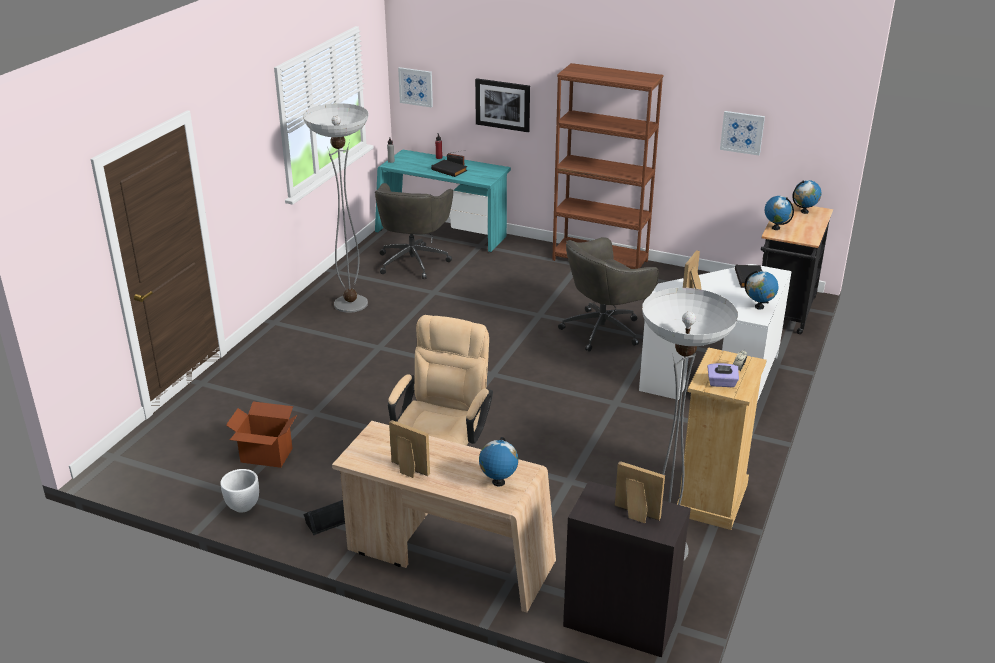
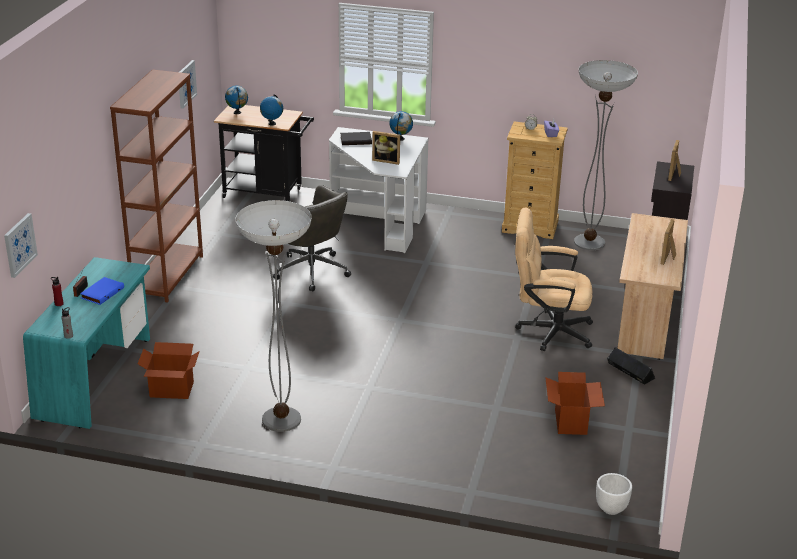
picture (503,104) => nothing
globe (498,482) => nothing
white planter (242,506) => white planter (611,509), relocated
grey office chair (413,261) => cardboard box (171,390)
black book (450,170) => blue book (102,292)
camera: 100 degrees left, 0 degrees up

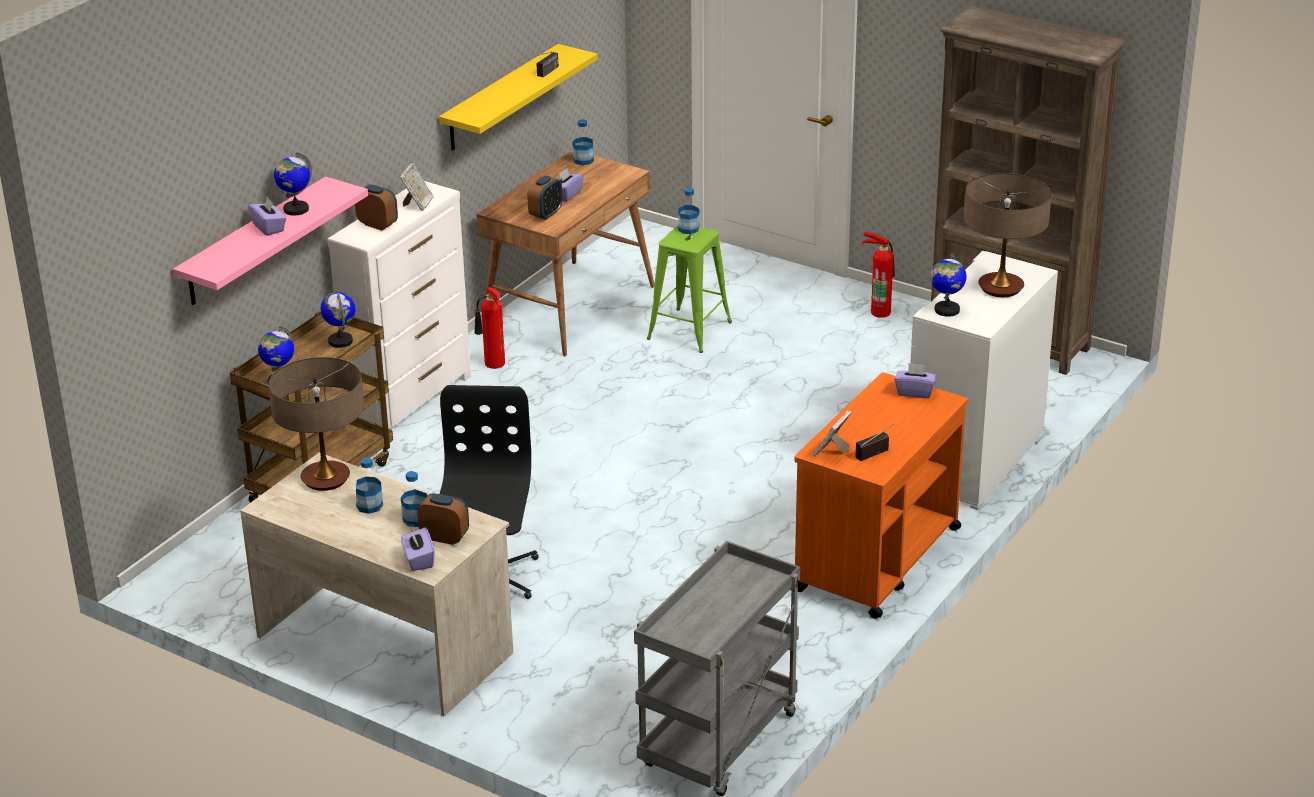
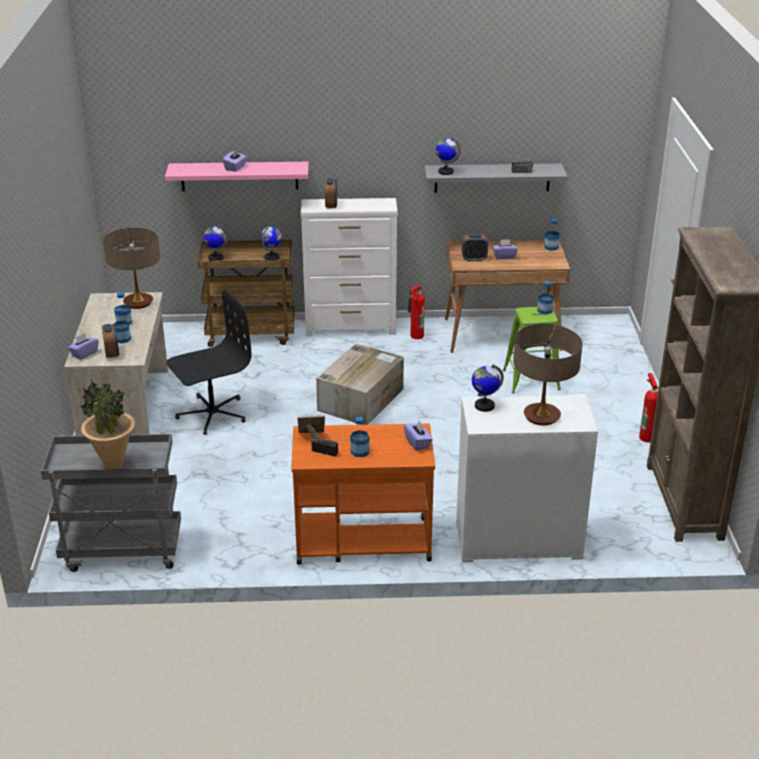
picture frame (418,204) => nothing
nothing => potted plant (113,466)
nothing => cardboard box (361,399)
nothing => bottle (360,451)
globe (295,209) => globe (445,172), relocated
yellow shelf (501,98) => grey shelf (492,178)
camera: 55 degrees right, 0 degrees up

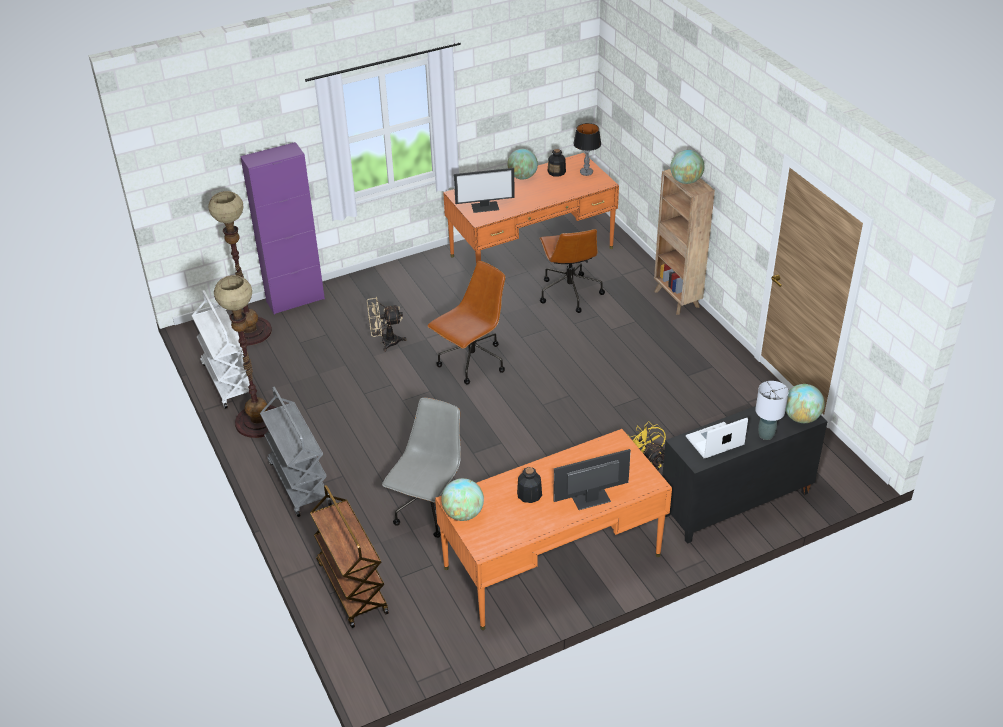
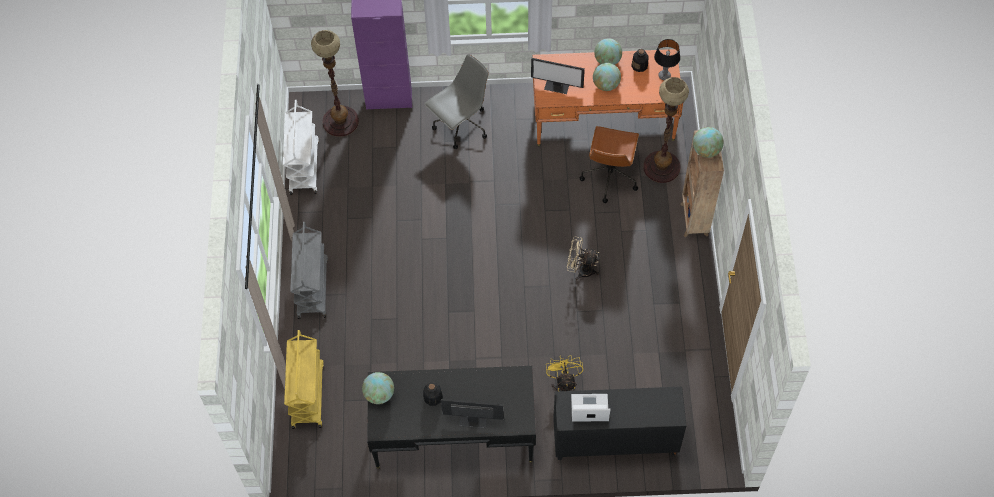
brown office chair (471,362) => nothing
grey table lamp (766,435) => nothing
floor lamp (258,421) => floor lamp (661,167), relocated
beige fan (385,342) => beige fan (580,270), relocated
grey office chair (430,510) => grey office chair (460,126), relocated
globe (801,418) => globe (606,85), relocated
brown cart (351,587) => yellow cart (307,395)
orange desk (552,562) => black desk (453,433)
camera: 25 degrees right, 20 degrees up

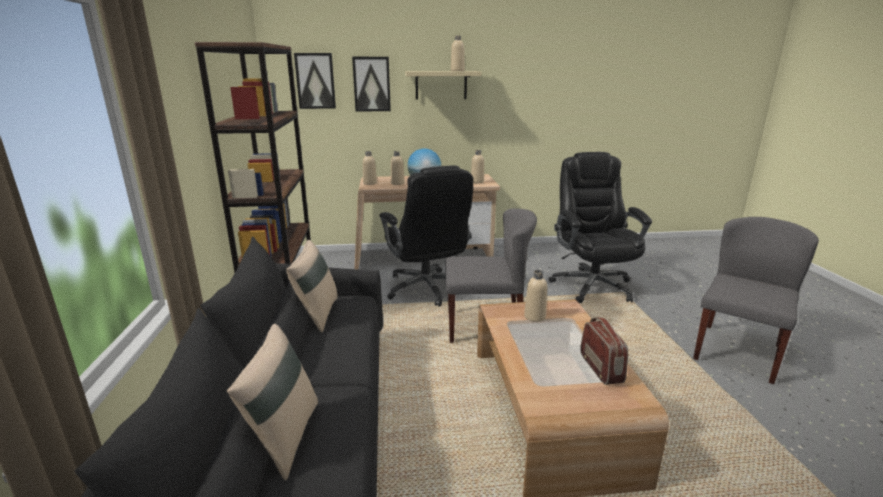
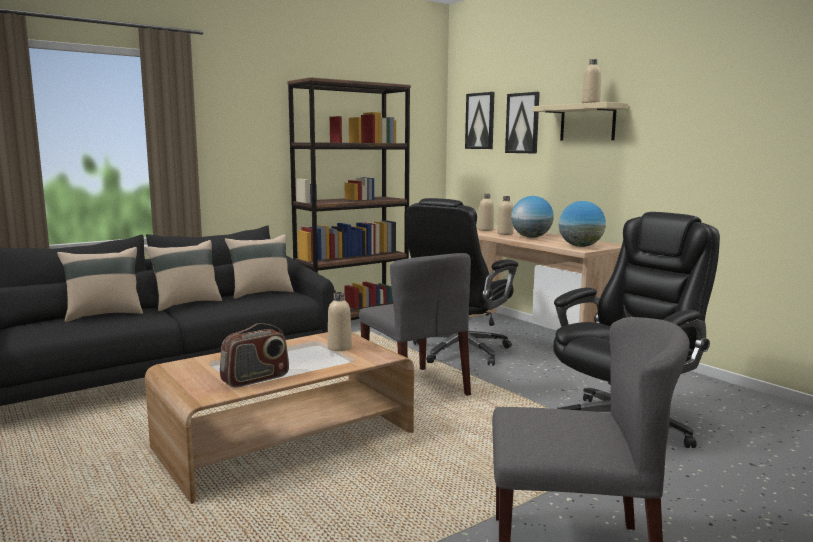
nothing => beige pillow (186,303)
beige bottle (477,182) => globe (580,246)
camera: 60 degrees right, 10 degrees down

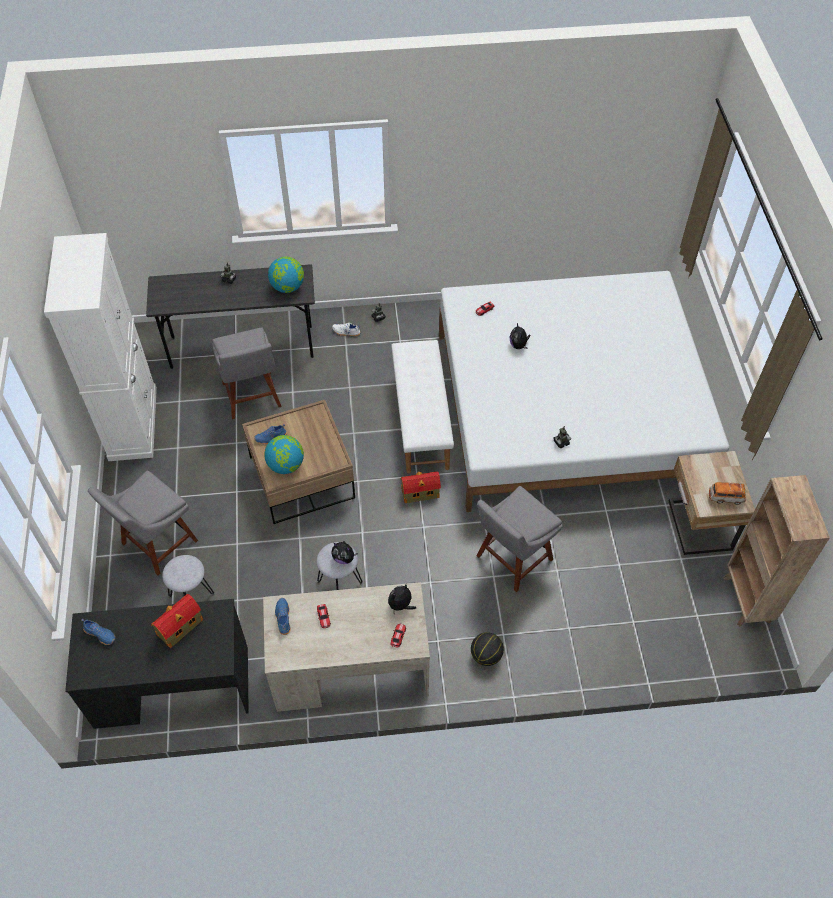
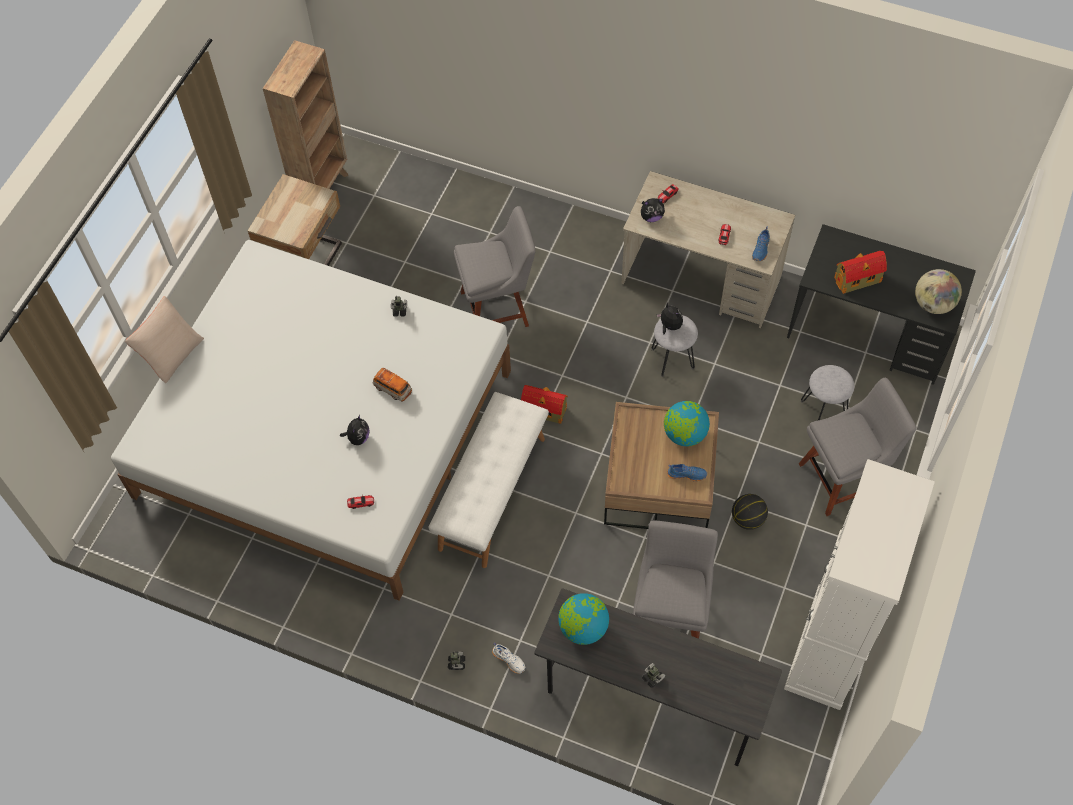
nothing => beige pillow (171,353)
basketball (486,655) => basketball (748,519), relocated
toy car (726,497) => toy car (393,389), relocated
blue shoe (100,634) => globe (933,304)
camera: 150 degrees left, 5 degrees up

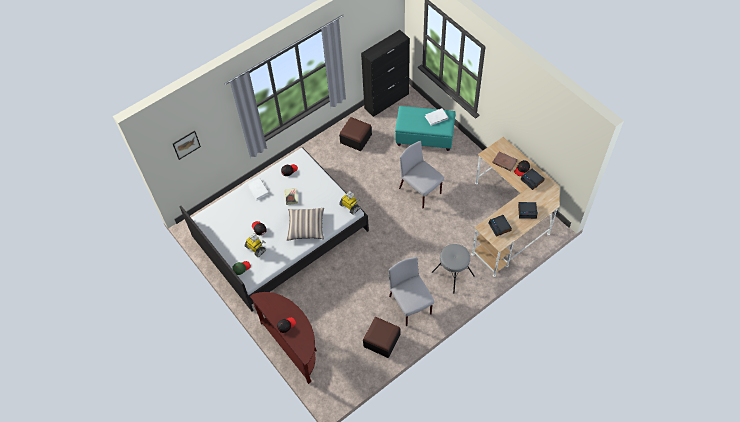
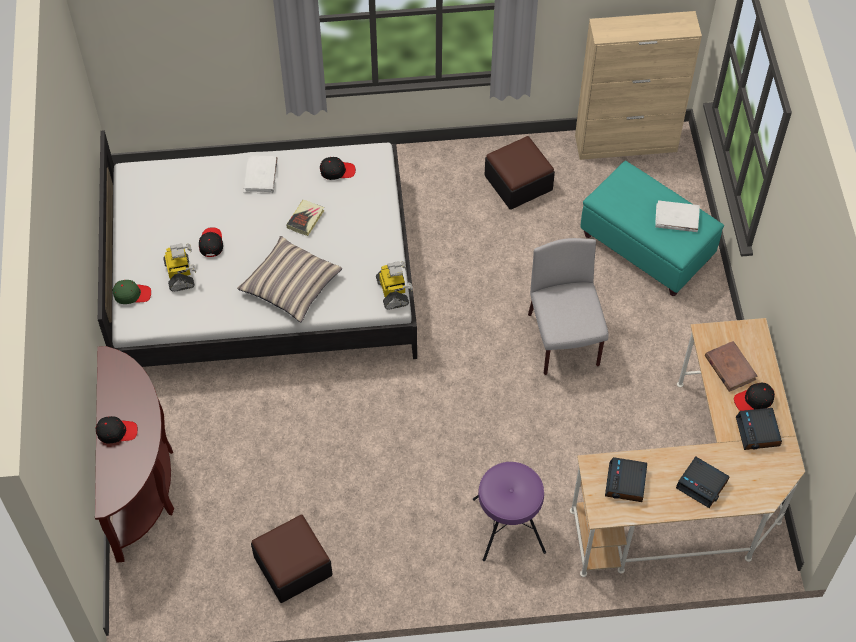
picture (186,144) => nothing
grey chair (410,306) => nothing
black cabinet (387,101) => beige cabinet (626,143)
grey stool (453,274) => purple stool (508,525)
camera: 30 degrees right, 0 degrees up

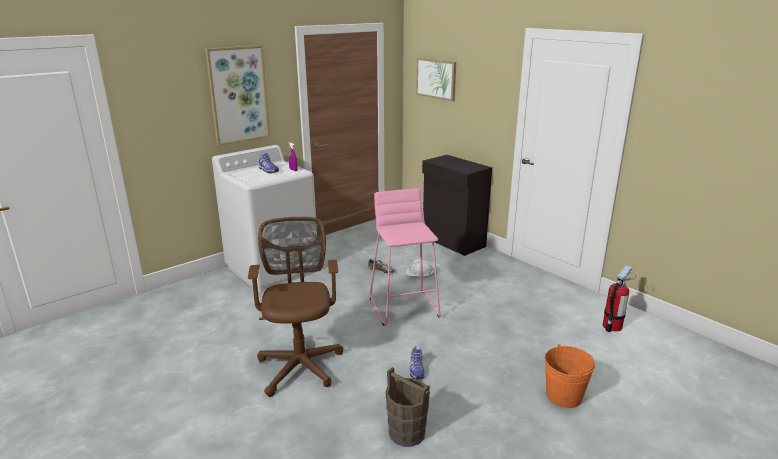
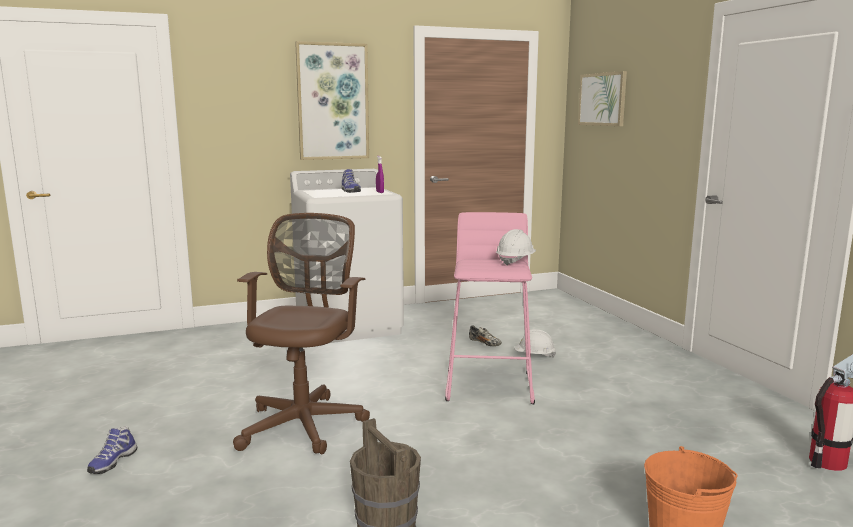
black cabinet (453,242) => nothing
nothing => white hard hat (515,261)
shoe (416,370) => shoe (112,462), relocated
camera: 20 degrees right, 10 degrees down

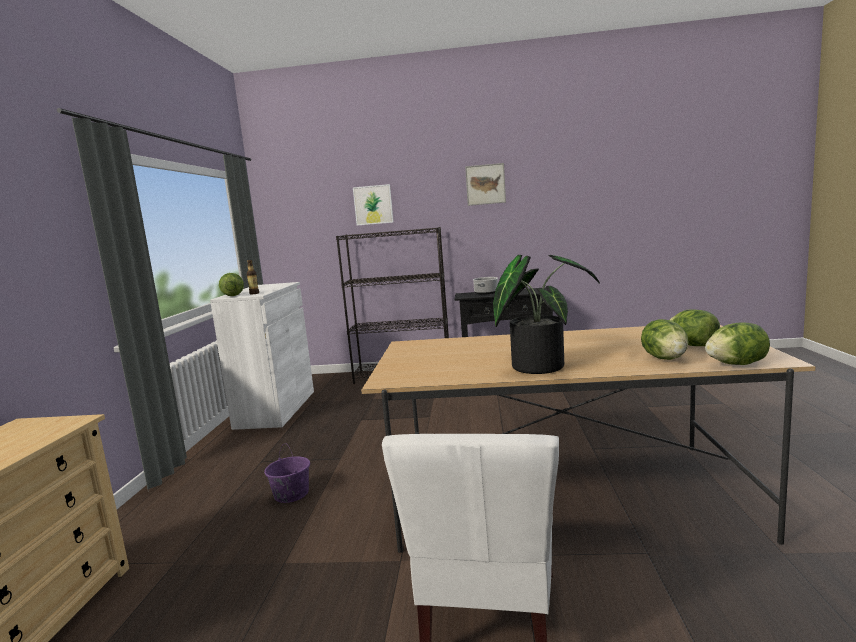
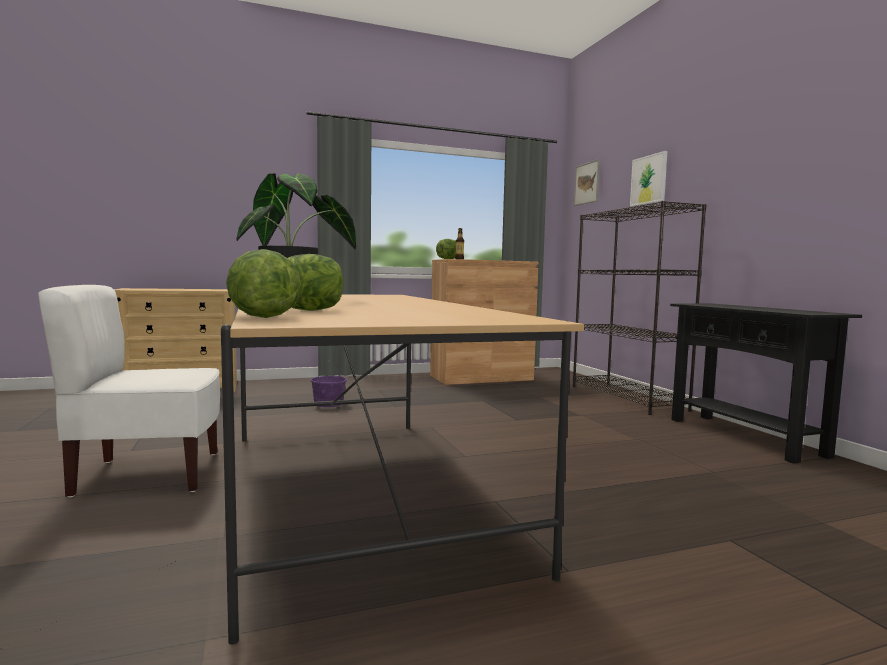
cooking pot (486,293) => nothing
lettuce (692,345) => nothing
picture (485,184) => picture (587,183), relocated
white cabinet (276,409) => brown cabinet (481,378)
camera: 65 degrees right, 5 degrees down

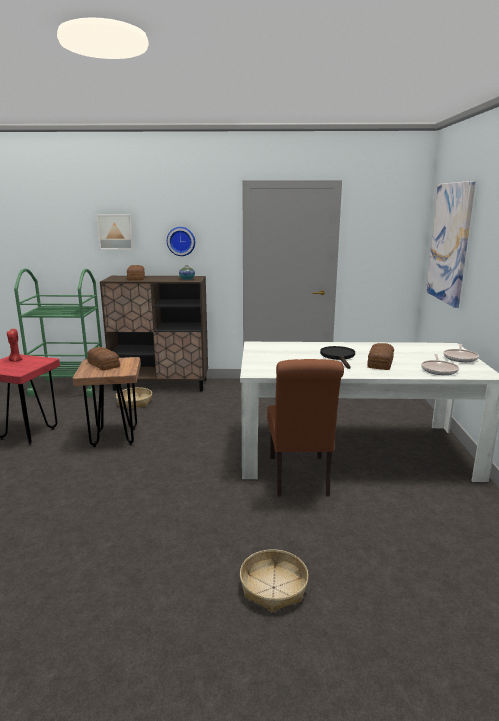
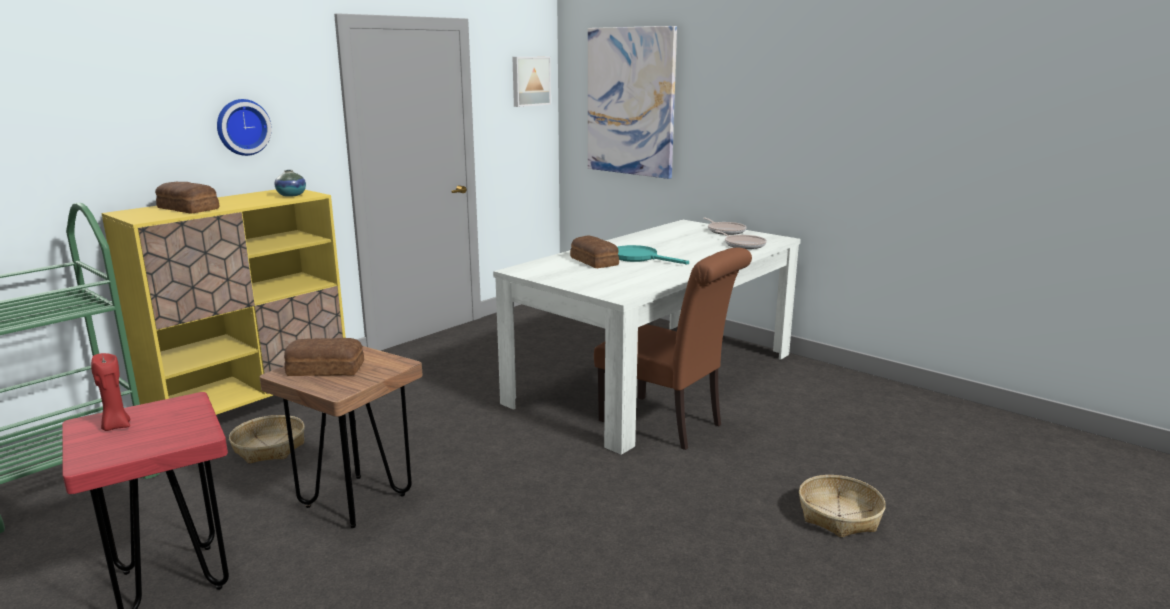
picture (115,231) => picture (530,81), relocated
bread (381,363) => bread (594,261), relocated
brown cabinet (161,385) => yellow cabinet (253,408)
black frying pan (338,357) => turquoise frying pan (640,258)
camera: 50 degrees left, 0 degrees up

